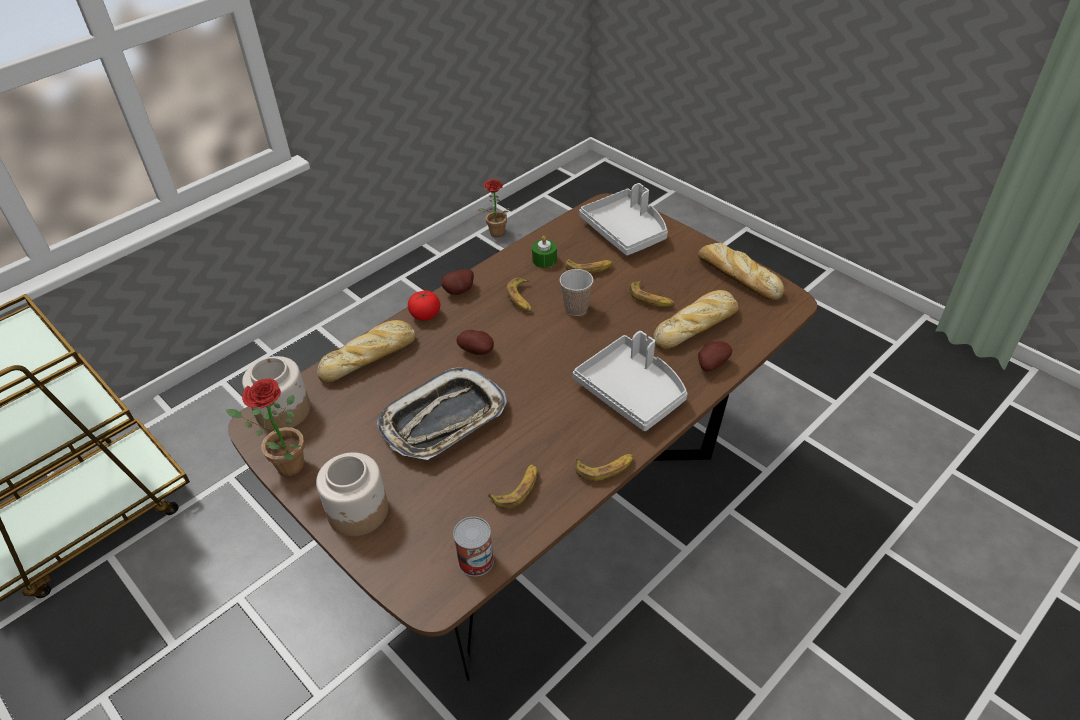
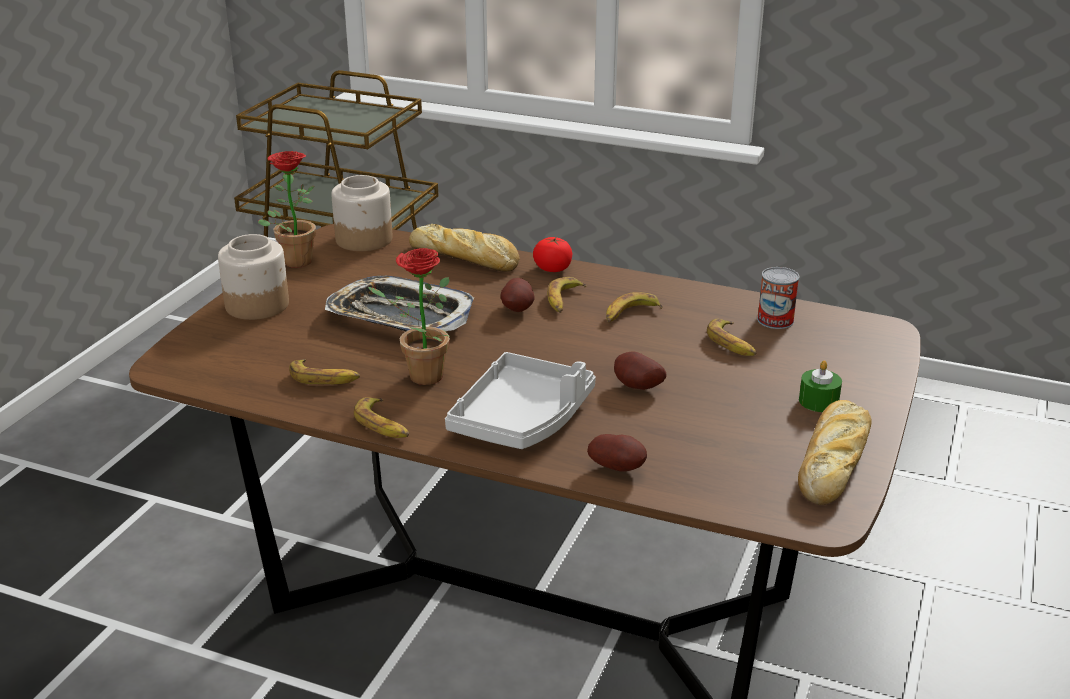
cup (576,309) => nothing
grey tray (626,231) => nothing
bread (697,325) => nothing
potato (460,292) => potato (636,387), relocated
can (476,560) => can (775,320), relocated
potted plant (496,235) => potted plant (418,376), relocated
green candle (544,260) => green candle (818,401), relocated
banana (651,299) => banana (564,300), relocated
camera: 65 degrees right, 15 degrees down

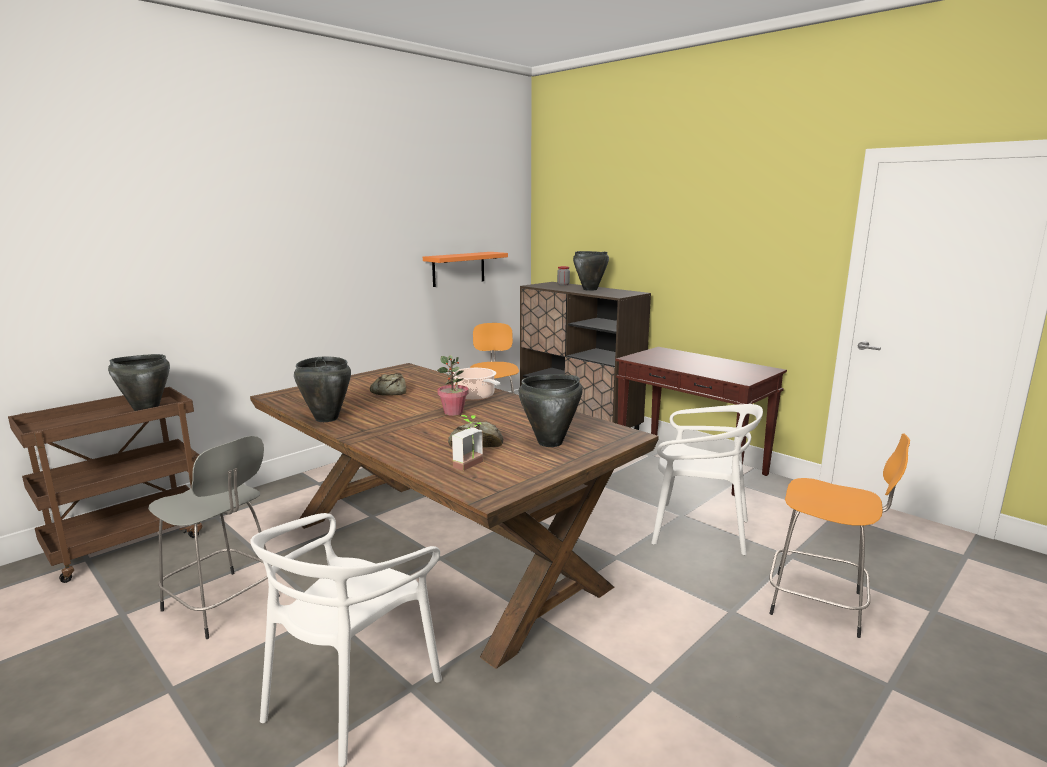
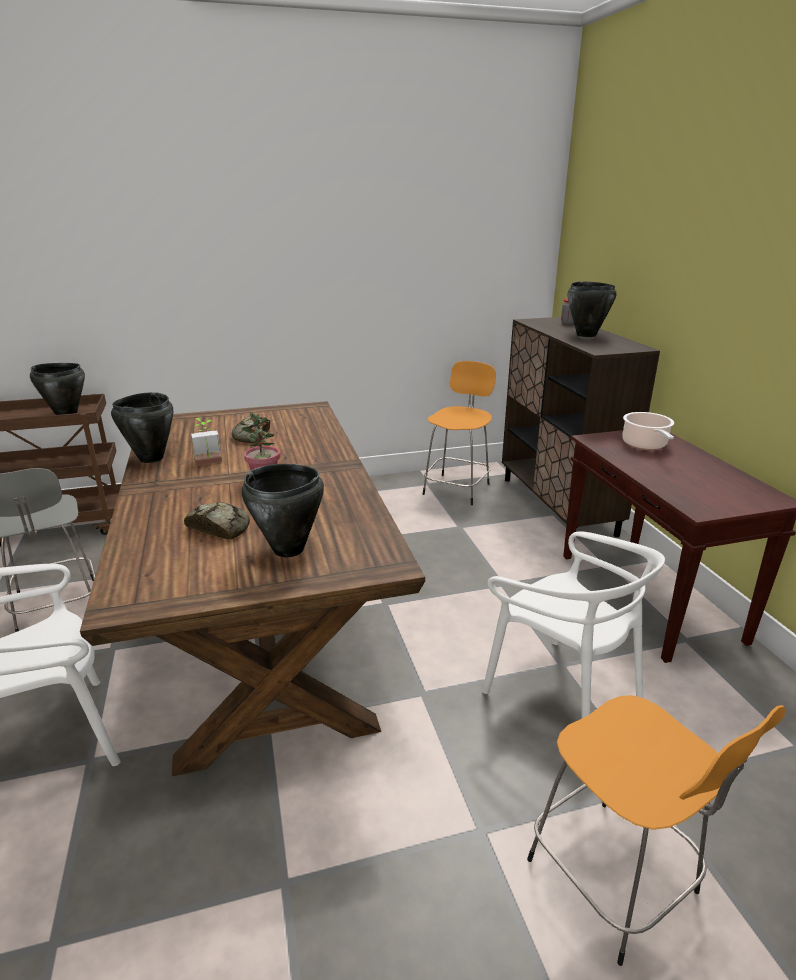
orange shelf (458,269) => nothing
potted plant (472,466) => potted plant (209,463), relocated
cooking pot (476,397) => cooking pot (645,445), relocated
camera: 30 degrees right, 10 degrees up

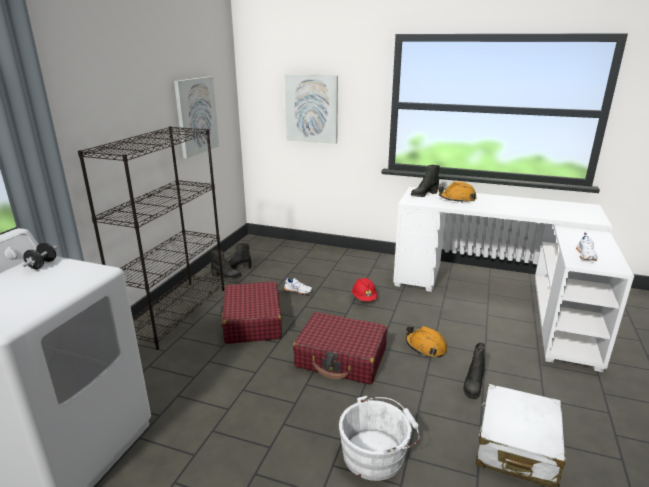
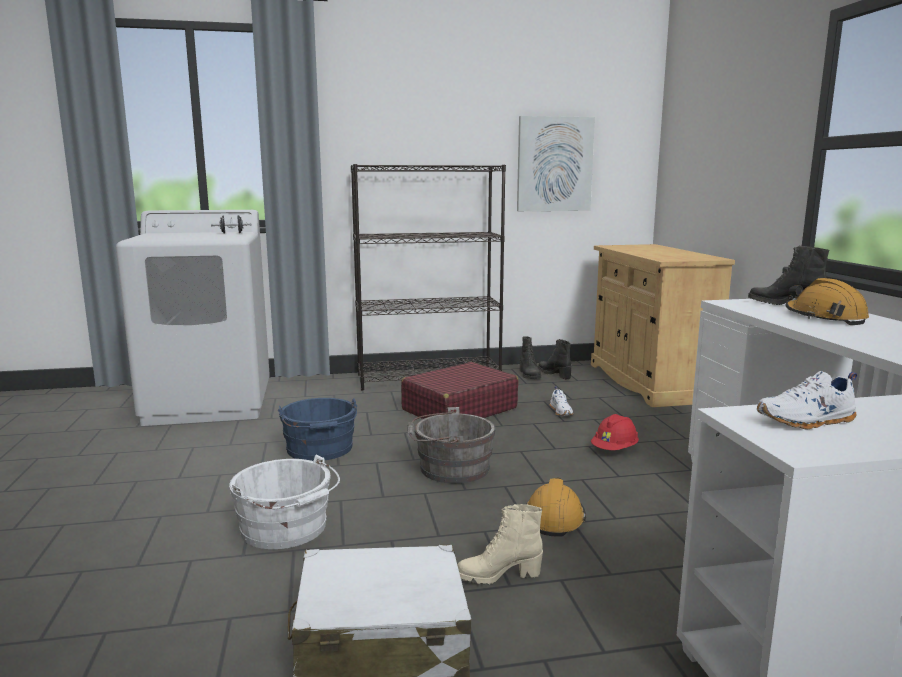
picture (311,108) => nothing
nothing => blue bucket (320,450)
nothing => beige cabinet (648,382)
red suitcase (341,358) => grey bucket (450,468)
black boot (472,386) => beige boot (498,575)
camera: 60 degrees right, 10 degrees down

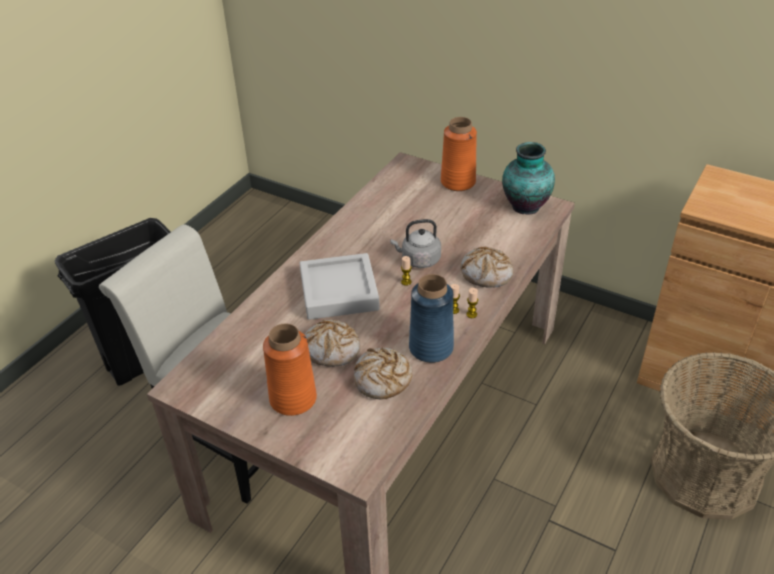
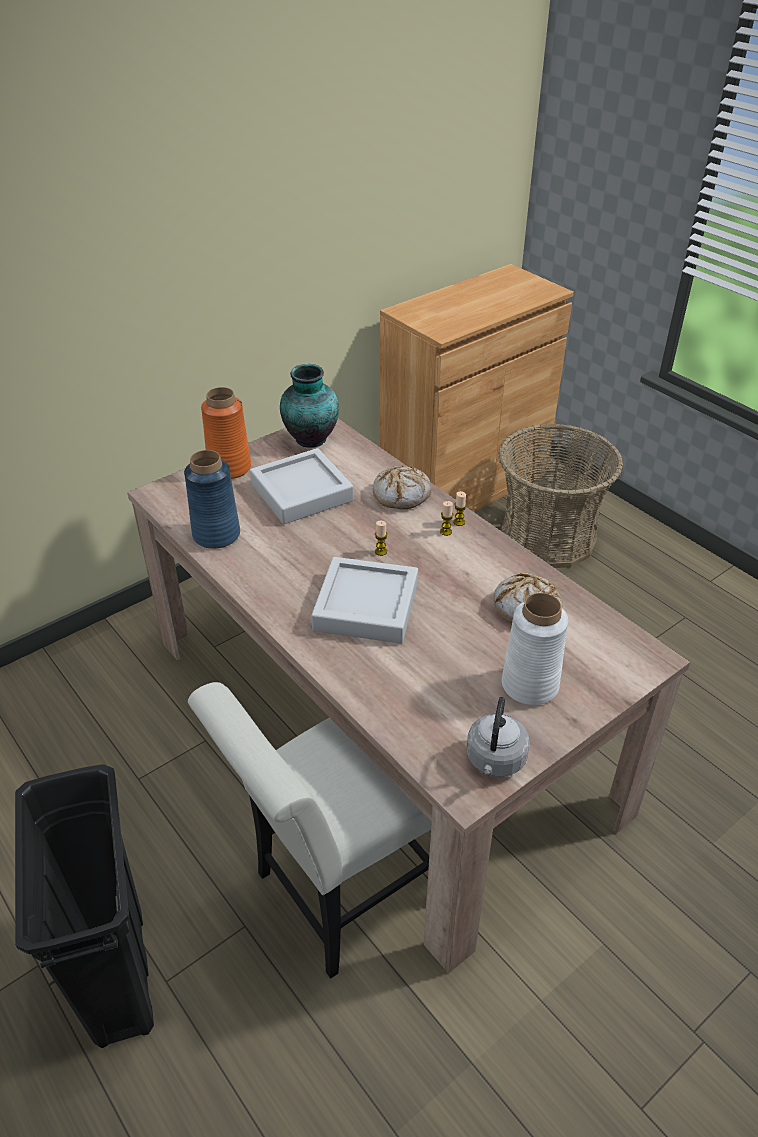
bread (332,349) => nothing
nothing => grey tray (301,492)
grey kettle (418,260) => grey kettle (495,761), relocated
blue vase (431,348) => blue vase (217,535), relocated
orange vase (292,399) => white vase (529,685)
camera: 70 degrees left, 0 degrees up

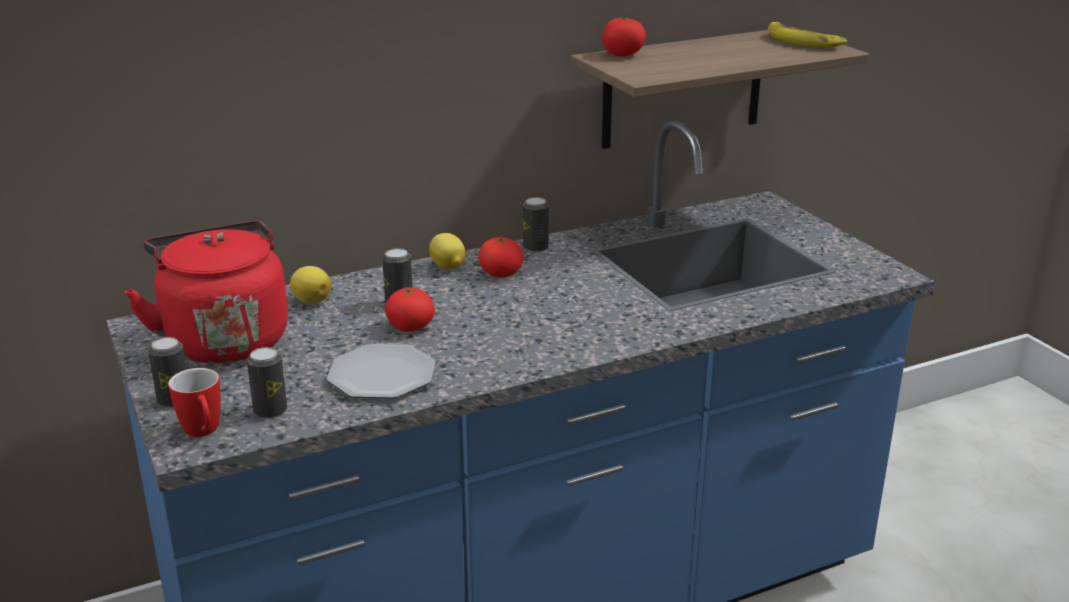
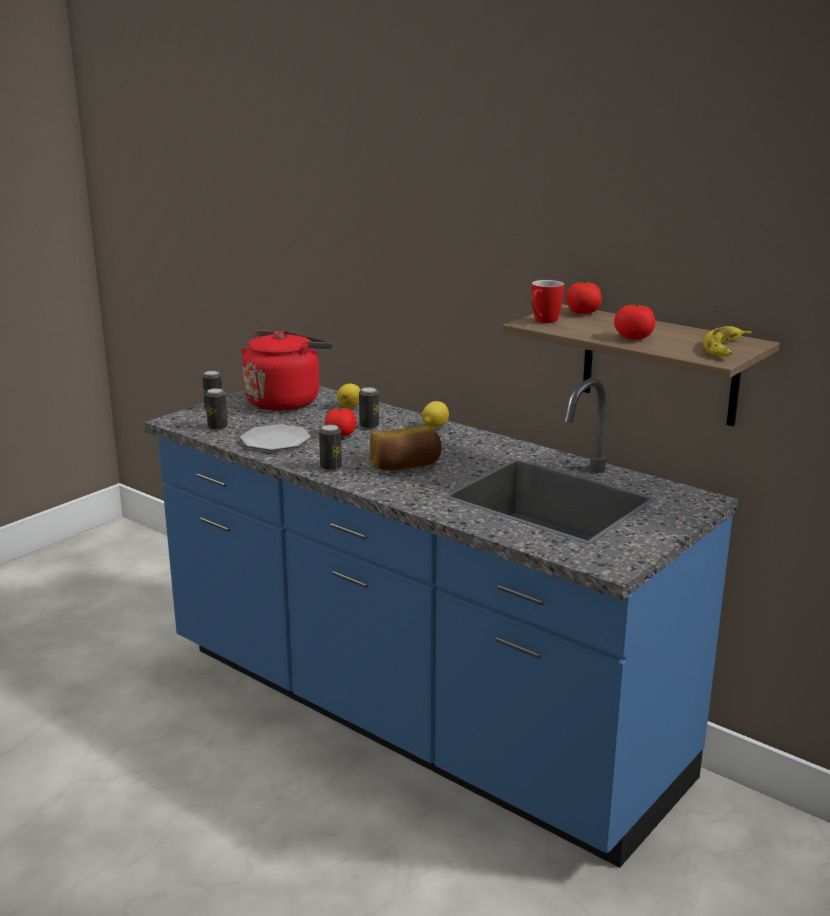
nothing => bread (405,465)
mug (203,433) => mug (542,322), relocated
tomato (500,274) => tomato (633,338), relocated
can (535,248) => can (331,467), relocated
camera: 65 degrees right, 5 degrees down

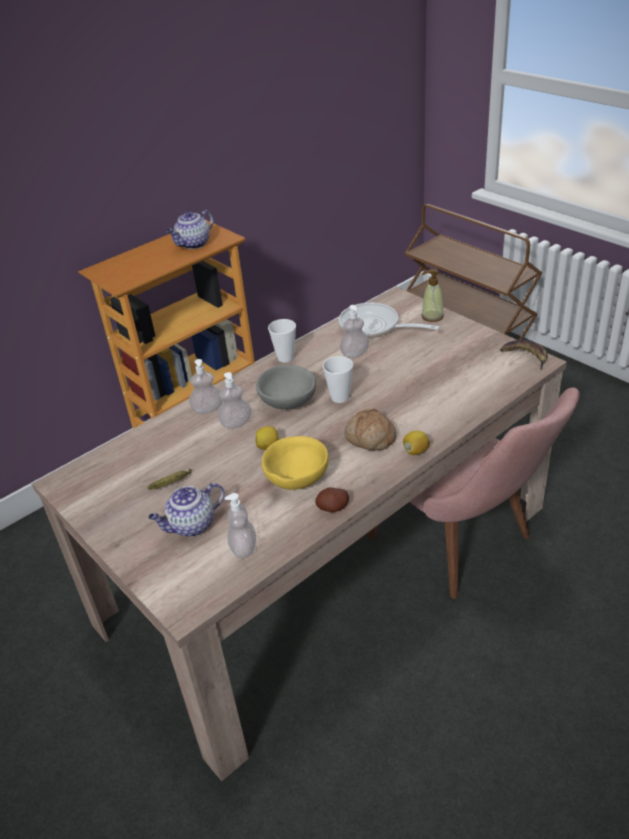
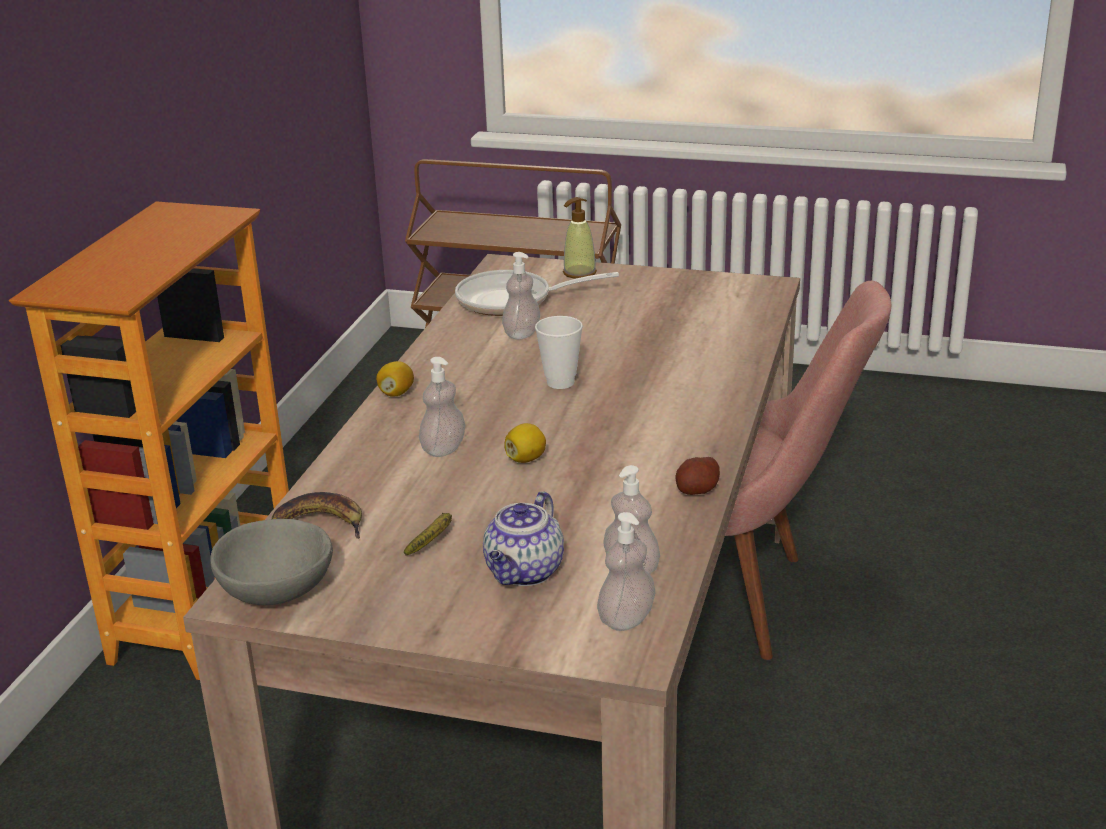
teapot (193,244) => nothing
yellow bowl (297,478) => nothing
cup (285,357) => nothing
bread (369,438) => nothing
soap dispenser (208,409) => soap dispenser (626,619), relocated
grey bowl (287,402) => grey bowl (276,592), relocated
lemon (415,451) => lemon (396,393), relocated
banana (525,356) => banana (320,523), relocated
camera: 35 degrees left, 10 degrees down

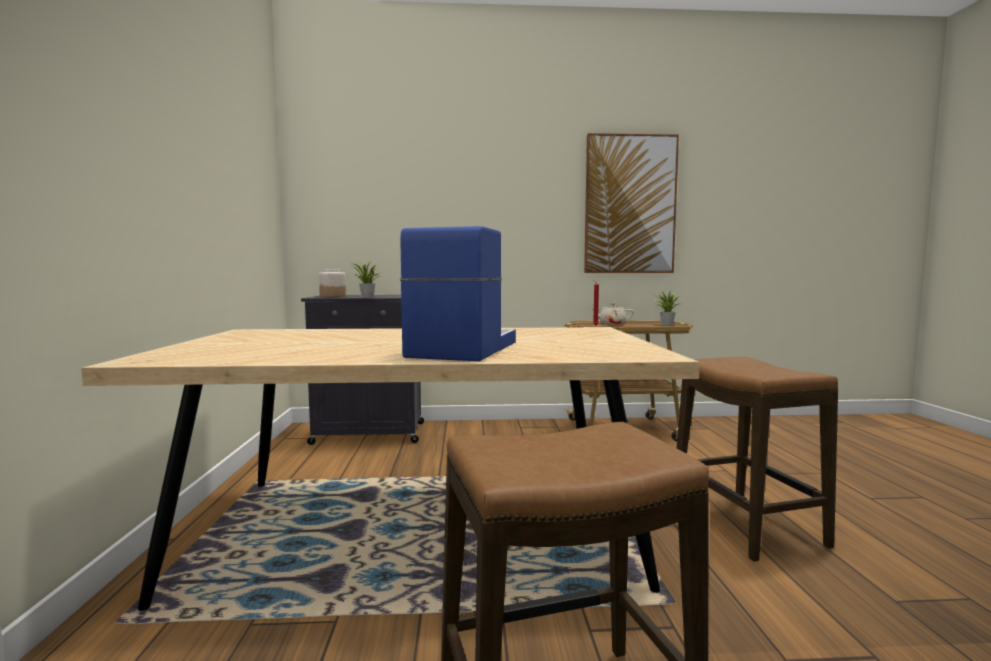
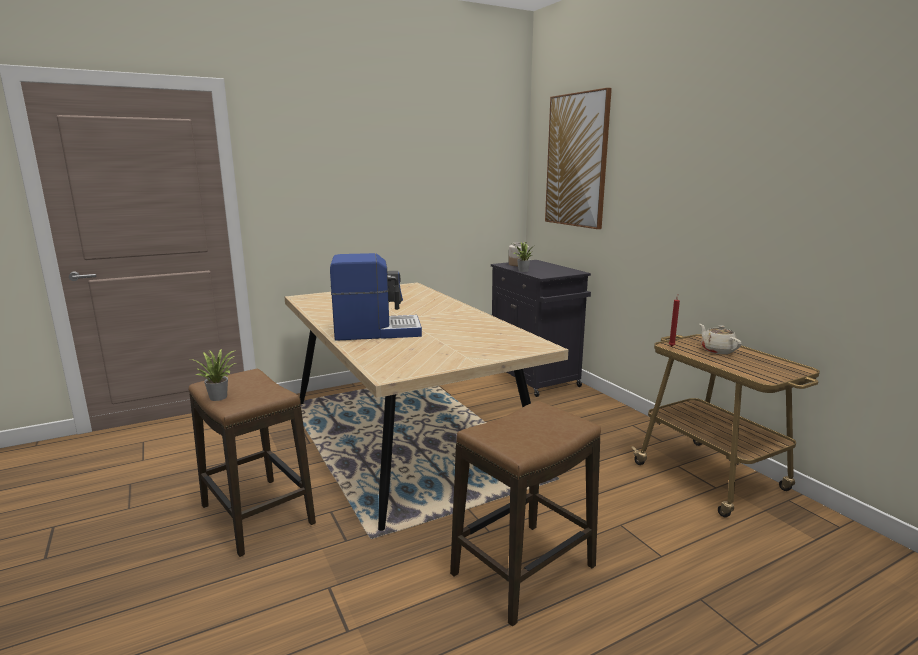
picture (630,205) => picture (577,160), relocated
potted plant (665,324) => potted plant (220,396), relocated
camera: 65 degrees right, 10 degrees up

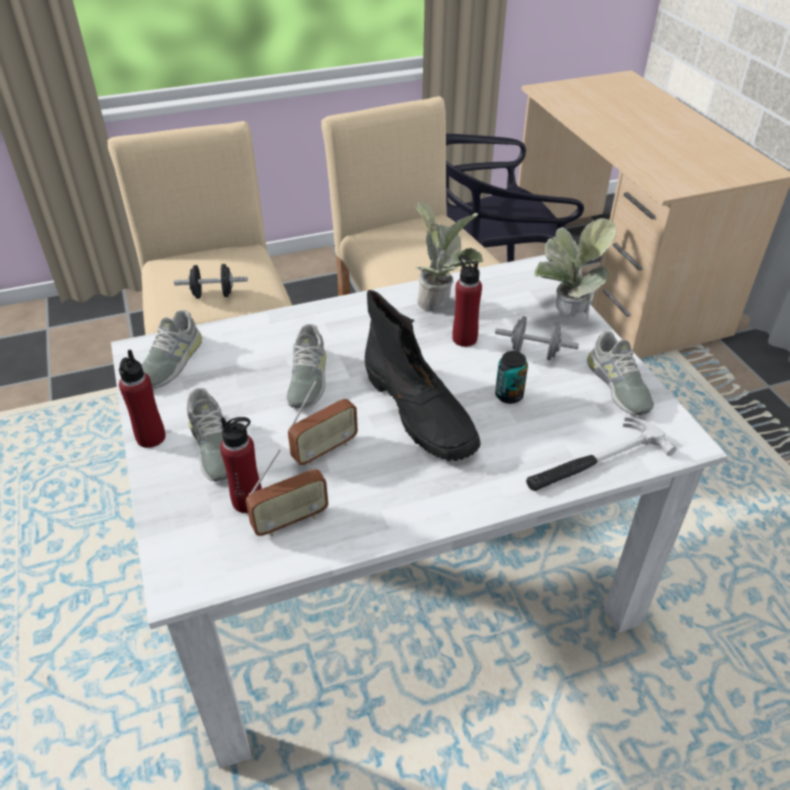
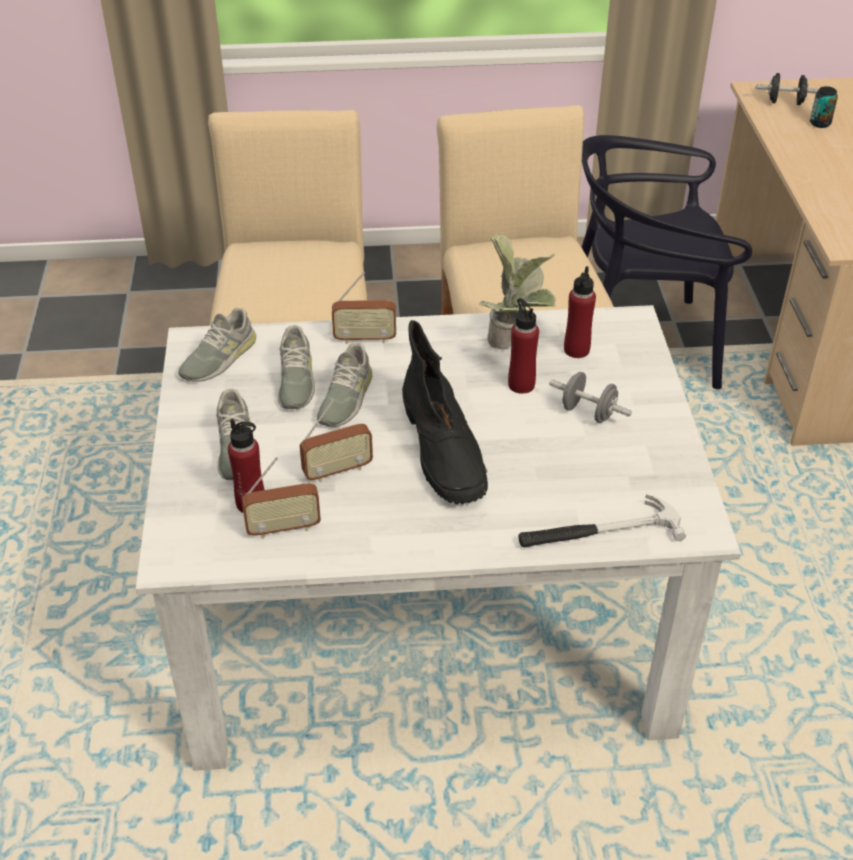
potted plant (564,318) => nothing
nothing => radio (365,339)
red bottle (151,437) => red bottle (576,350), relocated
black dumbbell (213,295) => black dumbbell (785,102), relocated
can (509,395) => can (820,123), relocated
grey shoe (618,385) => grey shoe (295,380), relocated
camera: 15 degrees right, 0 degrees up

